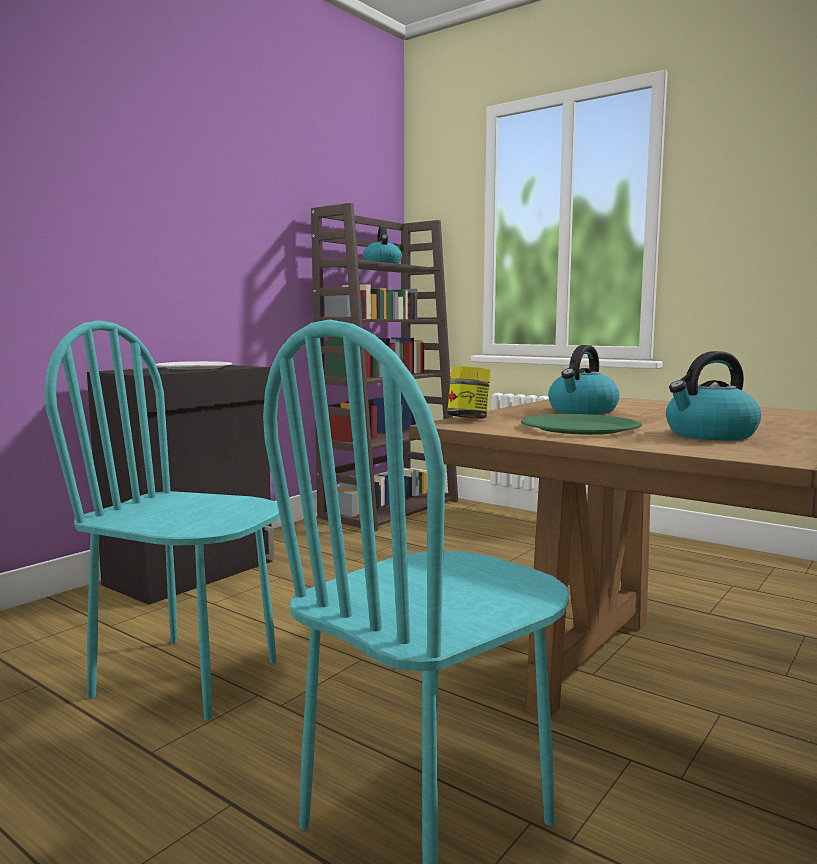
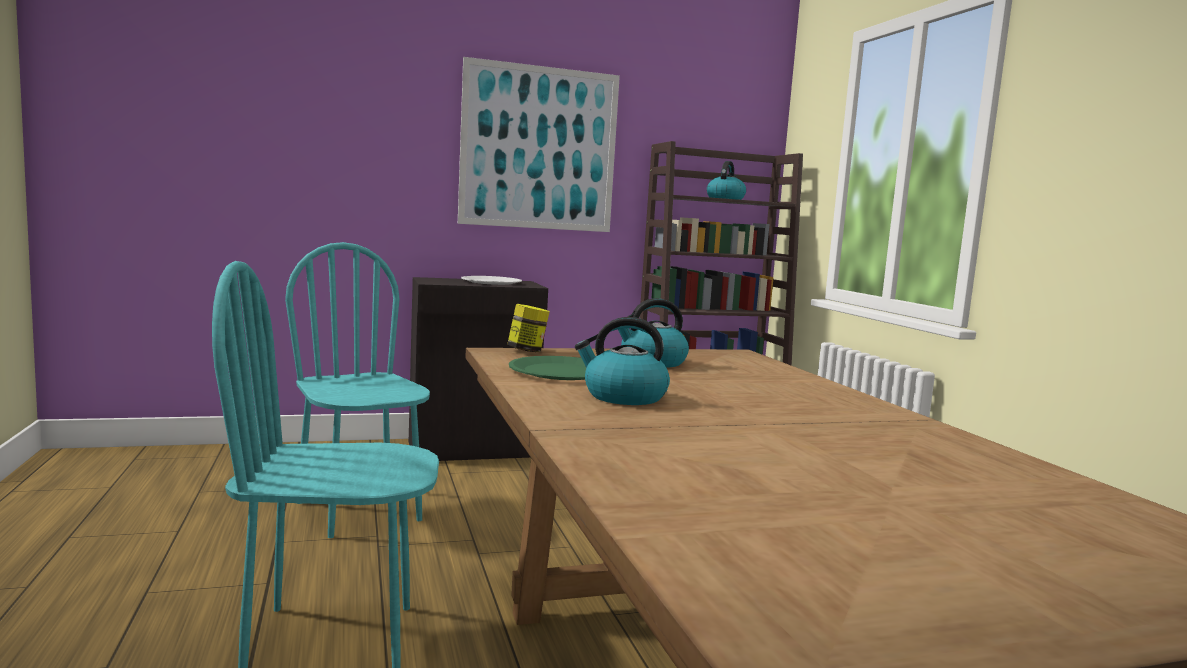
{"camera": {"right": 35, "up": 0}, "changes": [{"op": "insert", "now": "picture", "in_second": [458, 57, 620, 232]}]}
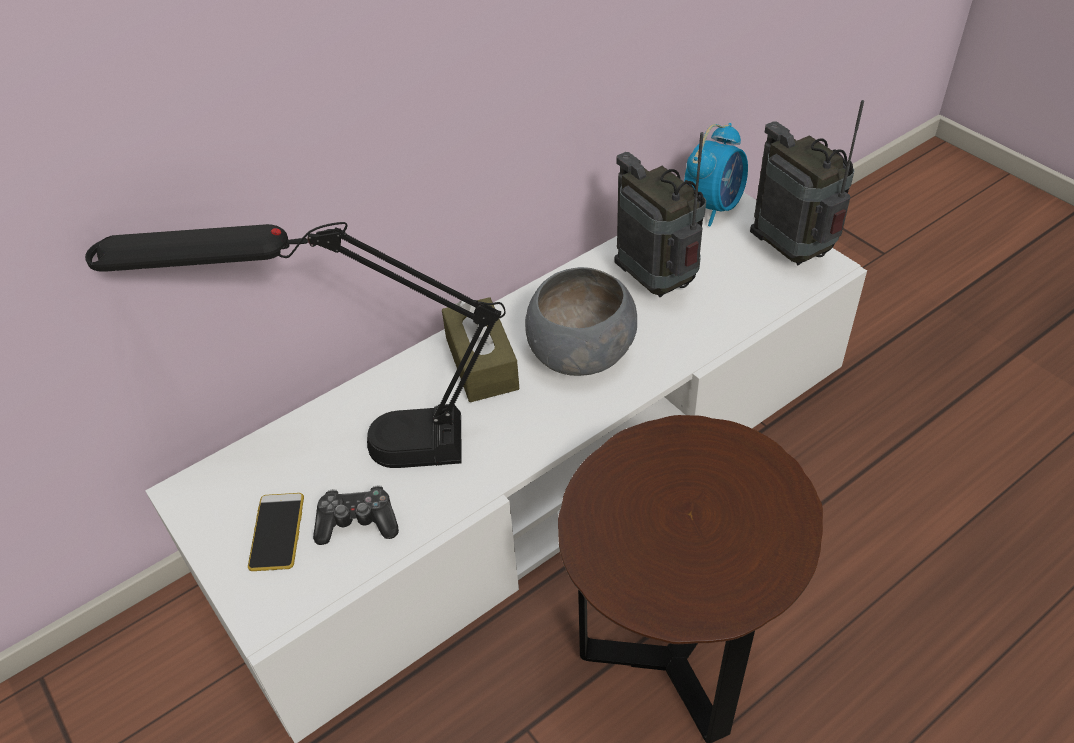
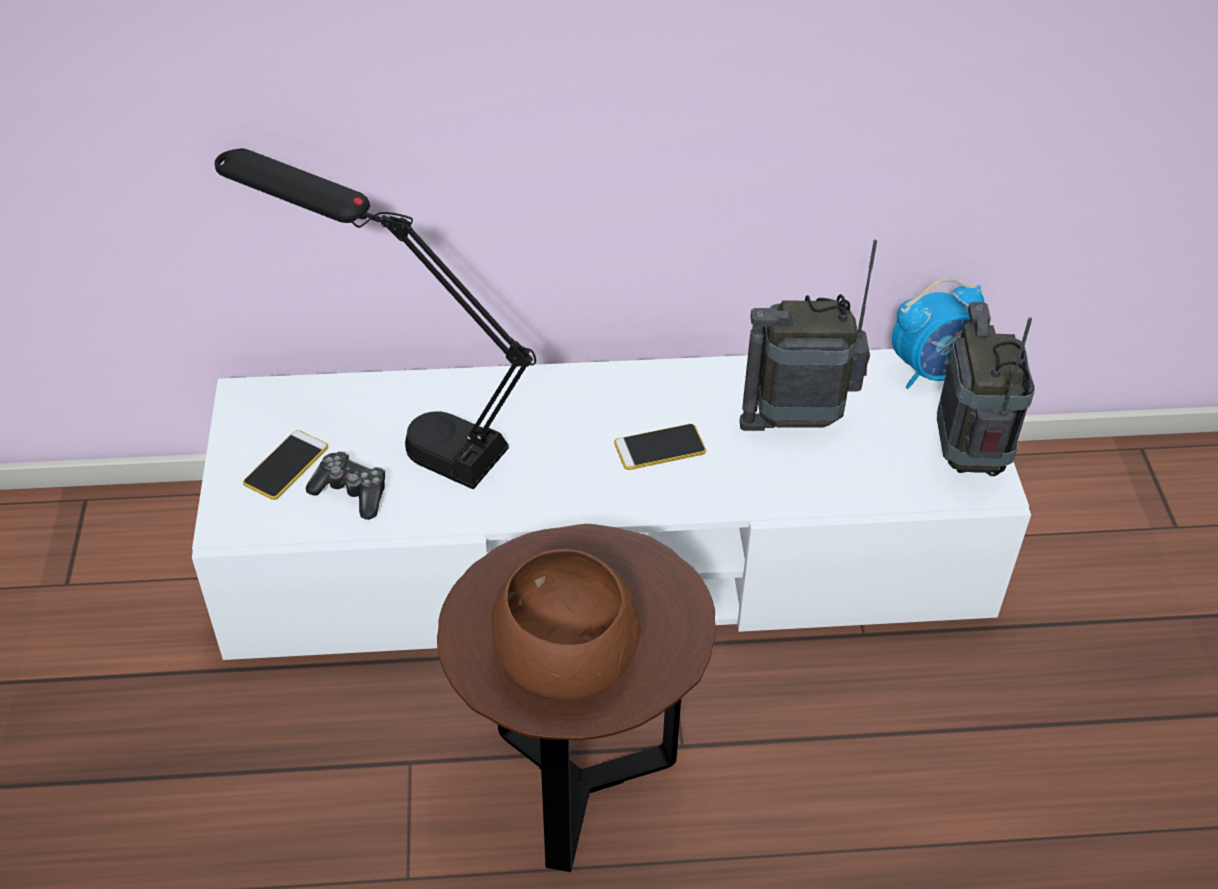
{"camera": {"right": 30, "up": 0}, "changes": [{"op": "delete", "was": "brownish tissue box", "in_first": [442, 297, 519, 402]}, {"op": "replace", "was": "greyish serving bowl", "now": "phone", "in_first": [525, 267, 637, 376], "in_second": [614, 424, 706, 470]}, {"op": "rotate", "was": "radio set", "in_first": [615, 132, 706, 297], "in_second": [740, 240, 877, 431], "clockwise": -90}, {"op": "insert", "now": "brownish serving bowl", "in_second": [492, 549, 641, 699]}]}
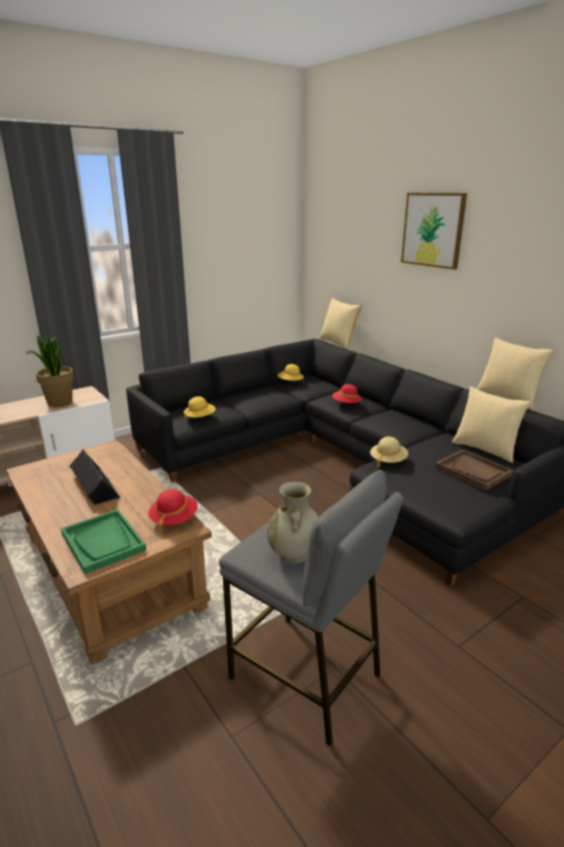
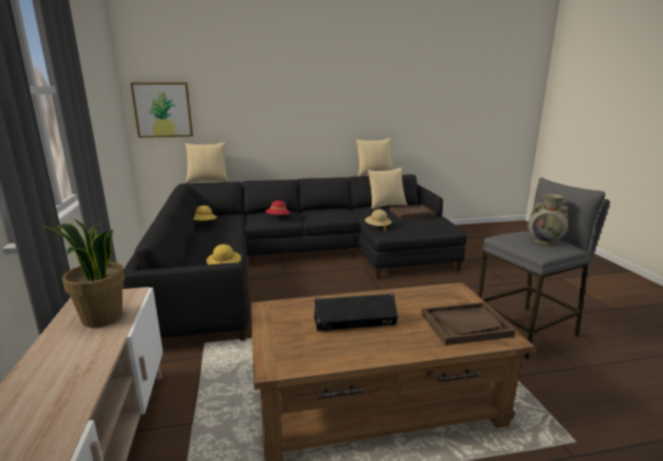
{"camera": {"right": -65, "up": -5}, "changes": [{"op": "recolor", "was": "green-coloured serving tray", "now": "brownish serving tray", "in_first": [61, 509, 146, 574], "in_second": [421, 302, 516, 345]}, {"op": "delete", "was": "red clothing hat", "in_first": [148, 489, 198, 533]}, {"op": "move", "was": "picture", "in_first": [401, 193, 467, 270], "in_second": [130, 83, 193, 138]}]}
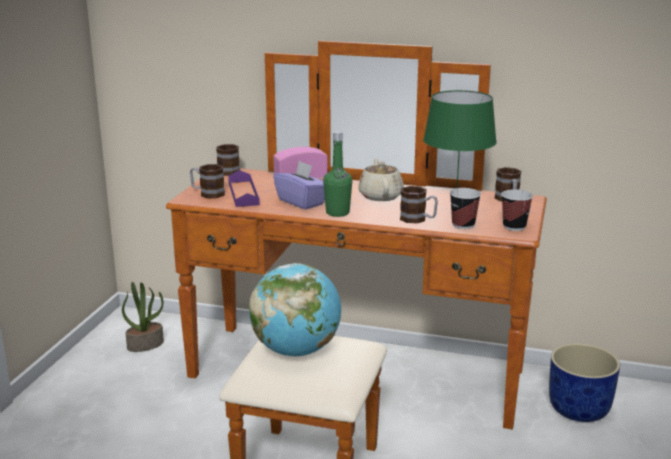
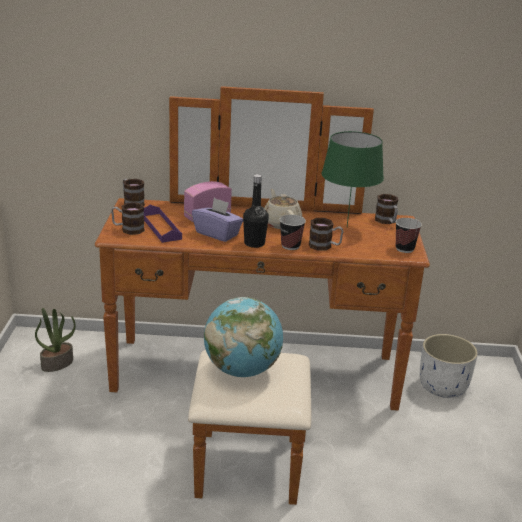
{"camera": {"right": -15, "up": 5}, "changes": [{"op": "recolor", "was": "green-coloured bottle", "now": "black bottle", "in_first": [323, 131, 352, 217], "in_second": [243, 174, 269, 248]}, {"op": "move", "was": "small cup", "in_first": [450, 188, 481, 229], "in_second": [279, 215, 306, 250]}, {"op": "recolor", "was": "blue flower pot", "now": "white-coloured flower pot", "in_first": [549, 343, 620, 422], "in_second": [420, 334, 478, 398]}]}
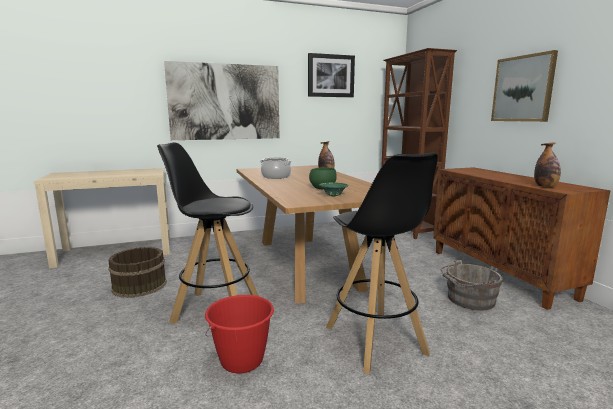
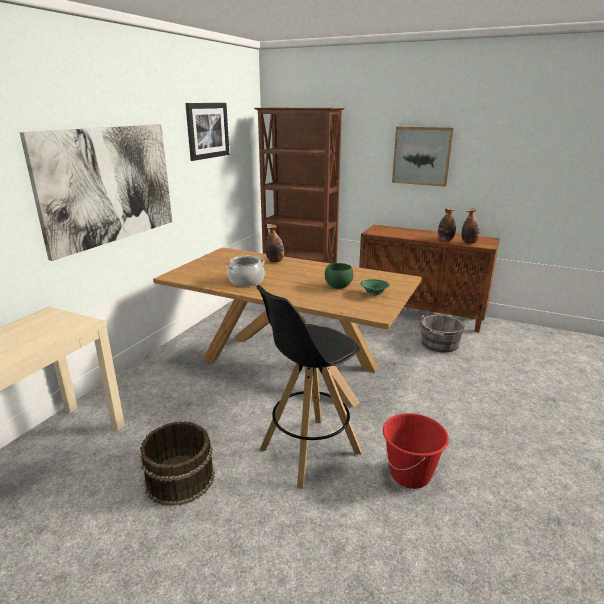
{"camera": {"right": -45, "up": 10}, "changes": [{"op": "delete", "was": "black stool", "in_first": [326, 152, 438, 374]}, {"op": "insert", "now": "bottle", "in_second": [438, 207, 456, 241]}]}
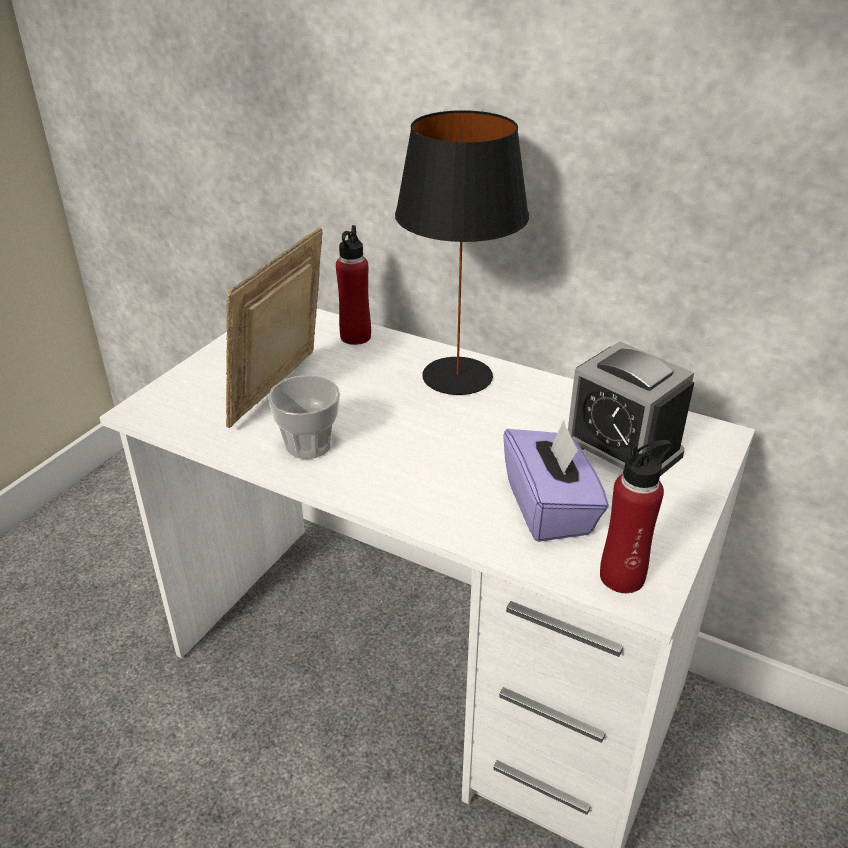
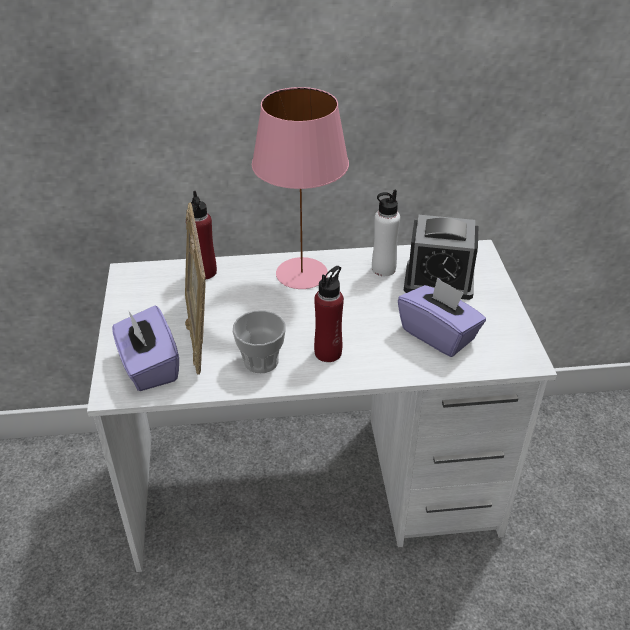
{"camera": {"right": -35, "up": 5}, "changes": [{"op": "recolor", "was": "black tabletop lamp", "now": "pinkish tabletop lamp", "in_first": [395, 110, 529, 395], "in_second": [252, 87, 349, 289]}, {"op": "move", "was": "red bottle", "in_first": [600, 440, 672, 593], "in_second": [314, 266, 344, 362]}, {"op": "insert", "now": "purplish tissue box", "in_second": [112, 306, 179, 391]}, {"op": "insert", "now": "white-coloured bottle", "in_second": [372, 189, 400, 276]}]}
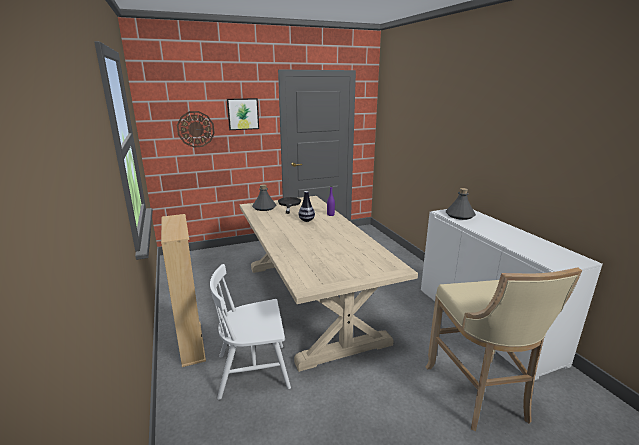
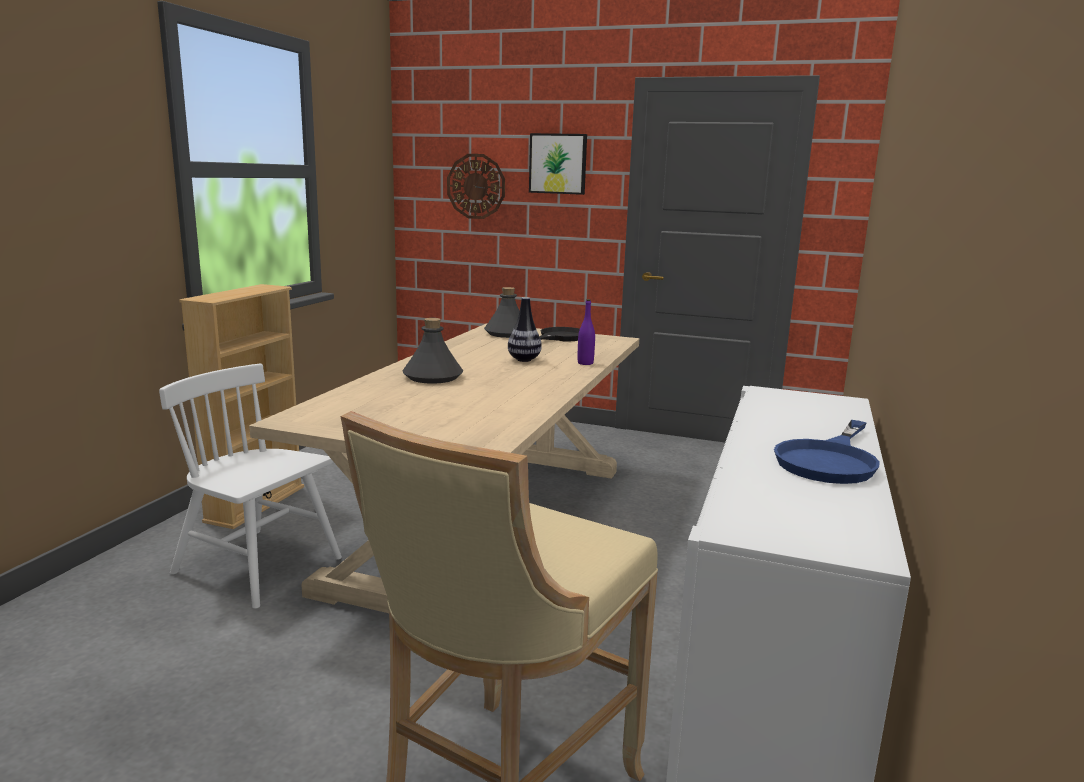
{"camera": {"right": 40, "up": -5}, "changes": [{"op": "move", "was": "greyish bottle", "in_first": [446, 188, 476, 220], "in_second": [402, 318, 463, 384]}, {"op": "insert", "now": "blue skillet", "in_second": [774, 420, 880, 484]}]}
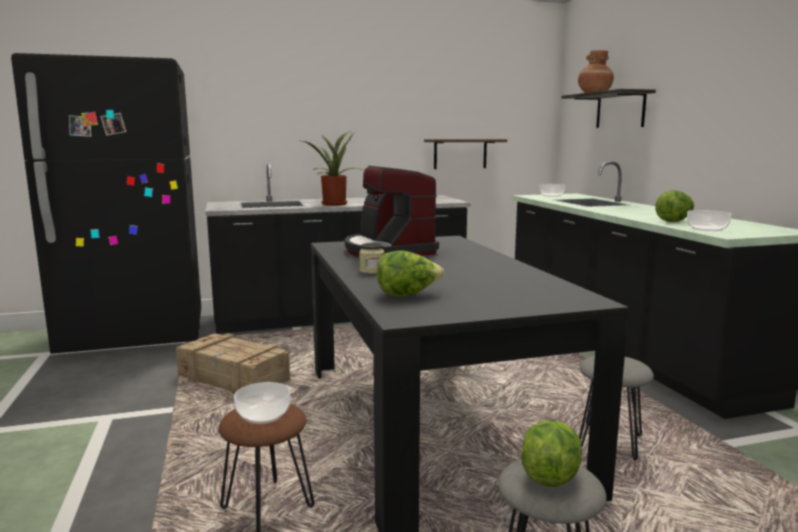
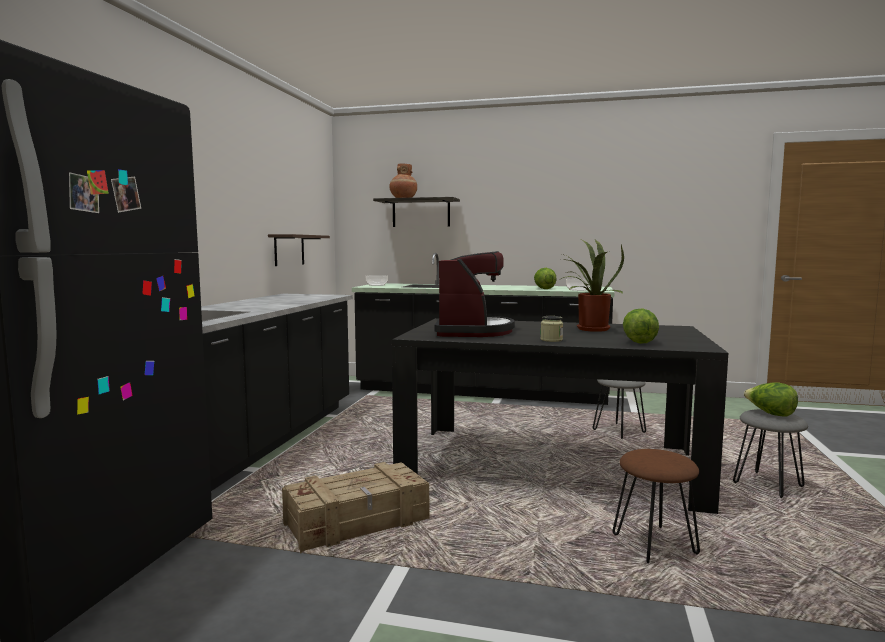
{"camera": {"right": -60, "up": -5}, "changes": [{"op": "delete", "was": "serving bowl", "in_first": [234, 382, 291, 424]}, {"op": "move", "was": "houseplant", "in_first": [302, 131, 364, 206], "in_second": [557, 240, 624, 332]}, {"op": "rotate", "was": "coffee maker", "in_first": [345, 166, 439, 257], "in_second": [434, 251, 515, 337], "clockwise": -90}]}
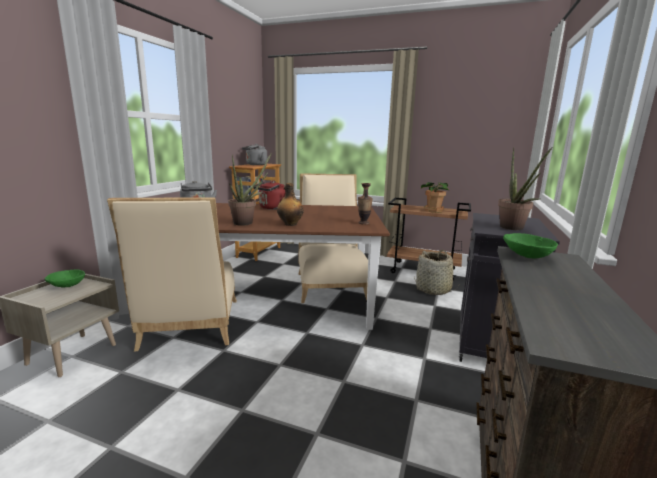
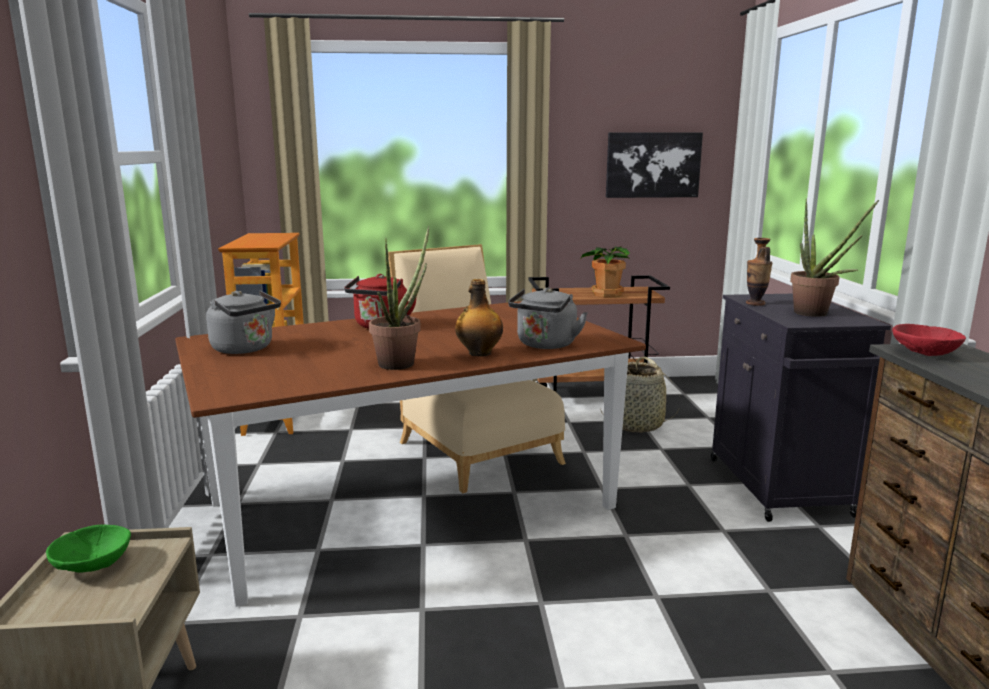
{"camera": {"right": -25, "up": 0}, "changes": [{"op": "delete", "was": "beige-coloured plain chair", "in_first": [107, 197, 237, 352]}, {"op": "move", "was": "greyish kettle", "in_first": [242, 144, 267, 165], "in_second": [508, 287, 588, 349]}, {"op": "move", "was": "vase", "in_first": [358, 183, 373, 225], "in_second": [746, 238, 772, 306]}, {"op": "recolor", "was": "green-coloured serving bowl", "now": "red serving bowl", "in_first": [503, 233, 558, 258], "in_second": [892, 324, 966, 356]}, {"op": "insert", "now": "picture", "in_second": [606, 132, 703, 198]}]}
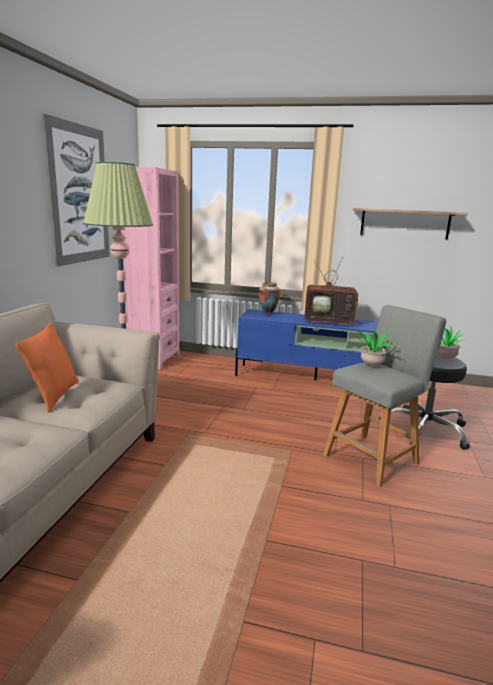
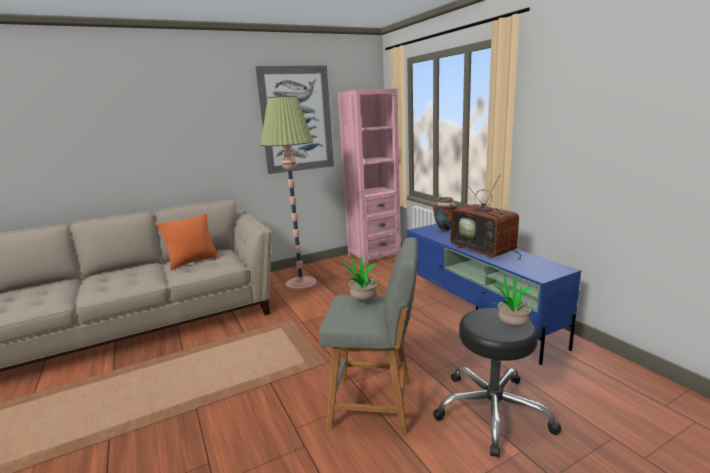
{"camera": {"right": 50, "up": 0}, "changes": [{"op": "delete", "was": "shelf", "in_first": [353, 208, 468, 239]}]}
